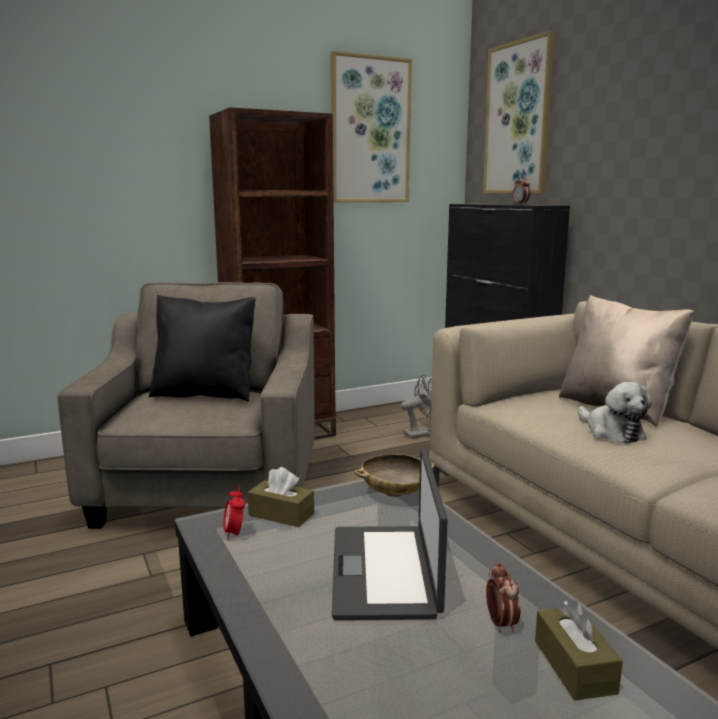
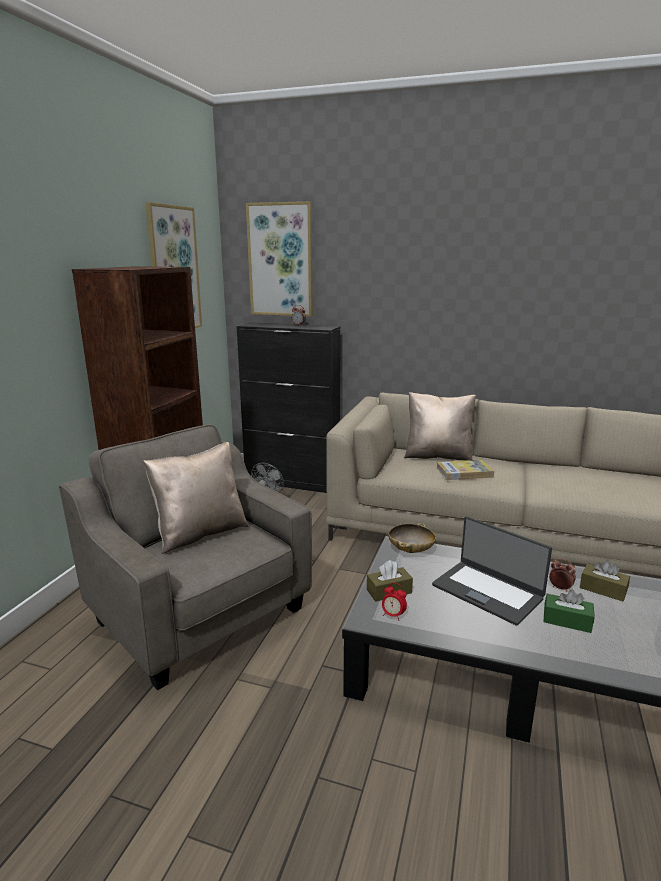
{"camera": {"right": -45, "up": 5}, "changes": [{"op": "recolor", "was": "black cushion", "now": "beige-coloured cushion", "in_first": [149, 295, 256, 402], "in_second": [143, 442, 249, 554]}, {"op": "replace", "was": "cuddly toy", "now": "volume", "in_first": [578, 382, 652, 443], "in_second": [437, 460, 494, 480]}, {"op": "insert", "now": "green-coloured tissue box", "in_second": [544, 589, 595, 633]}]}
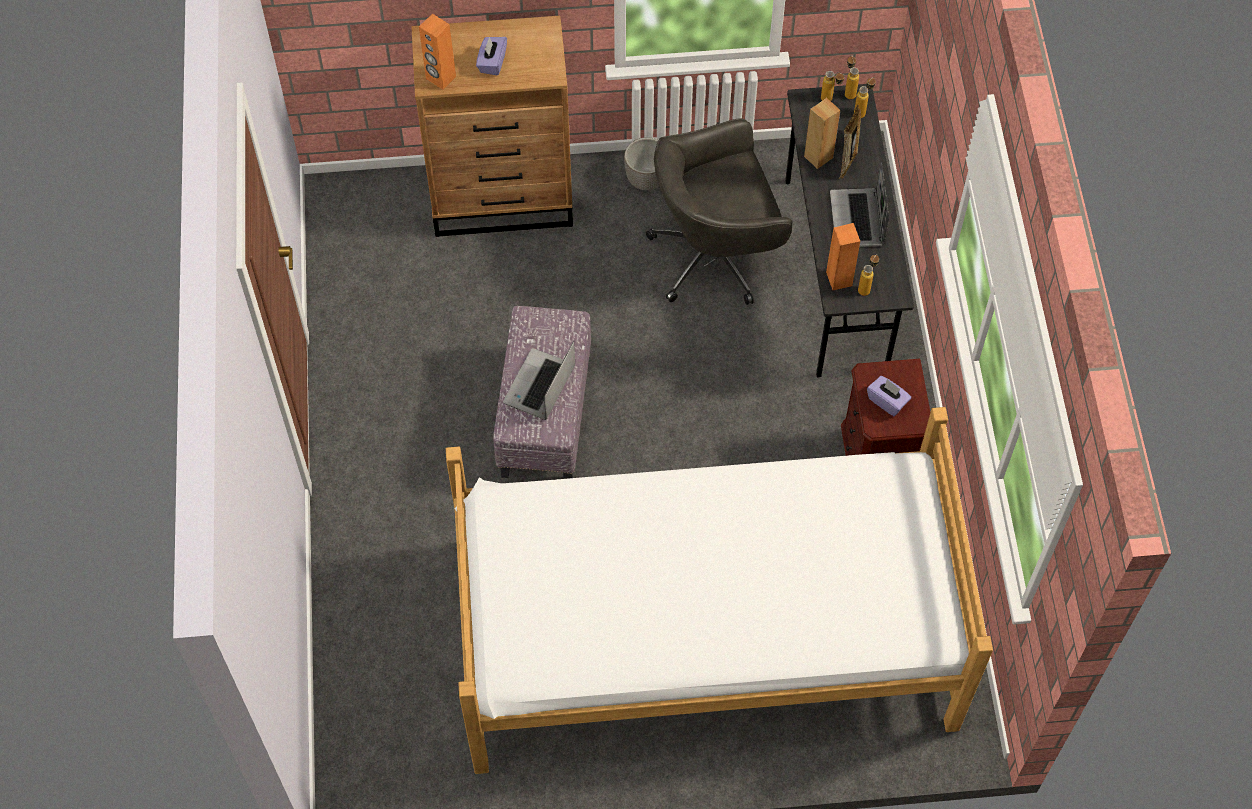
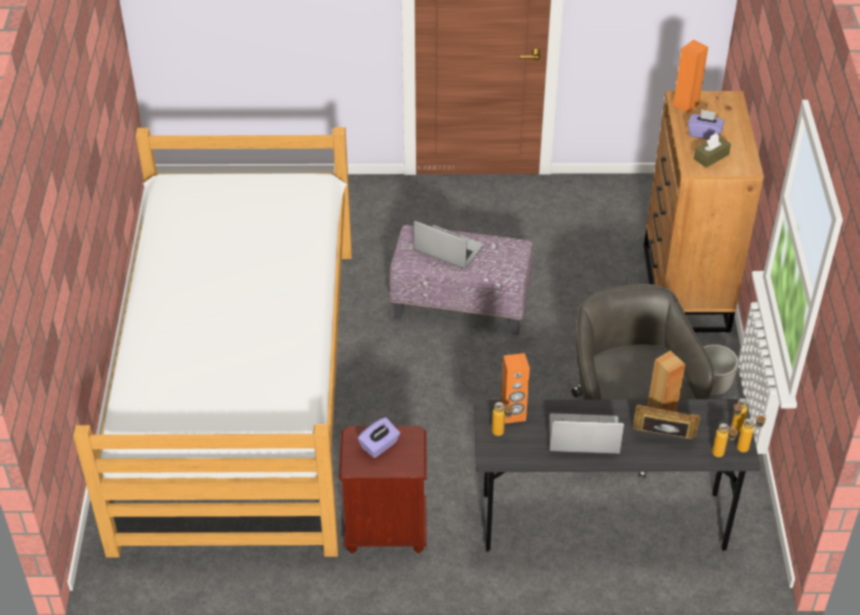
{"camera": {"right": 95, "up": -15}, "changes": [{"op": "insert", "now": "brownish tissue box", "in_second": [694, 134, 731, 168]}]}
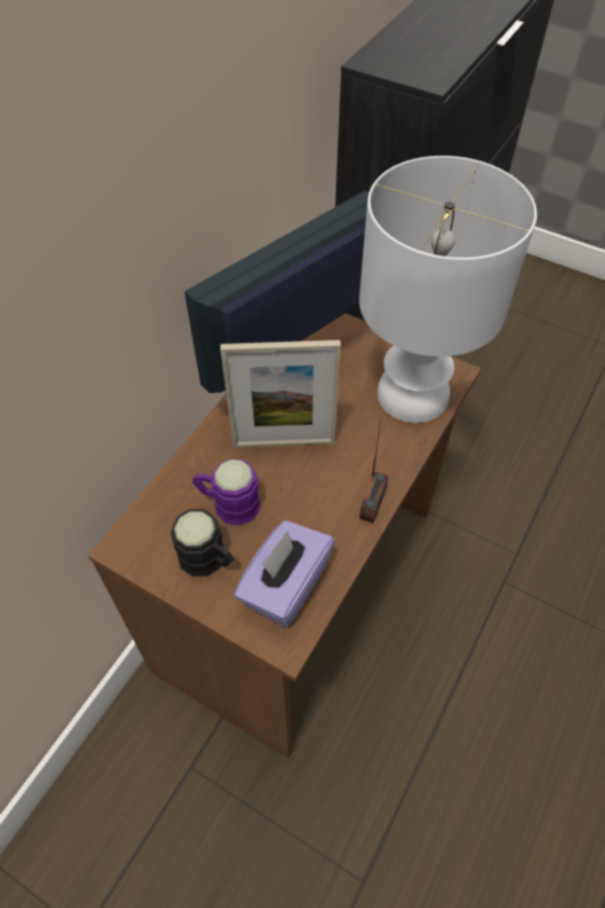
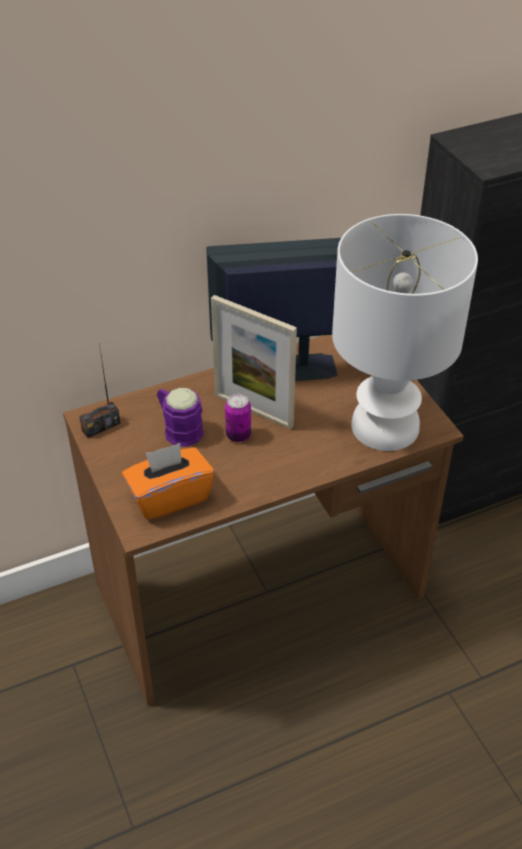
{"camera": {"right": 35, "up": -10}, "changes": [{"op": "delete", "was": "black tea mug", "in_first": [171, 509, 234, 576]}, {"op": "recolor", "was": "purplish tissue box", "now": "orangey tissue box", "in_first": [234, 520, 335, 628], "in_second": [122, 443, 215, 520]}, {"op": "move", "was": "radio set", "in_first": [359, 420, 388, 523], "in_second": [79, 343, 120, 438]}, {"op": "insert", "now": "metal can", "in_second": [225, 394, 251, 442]}]}
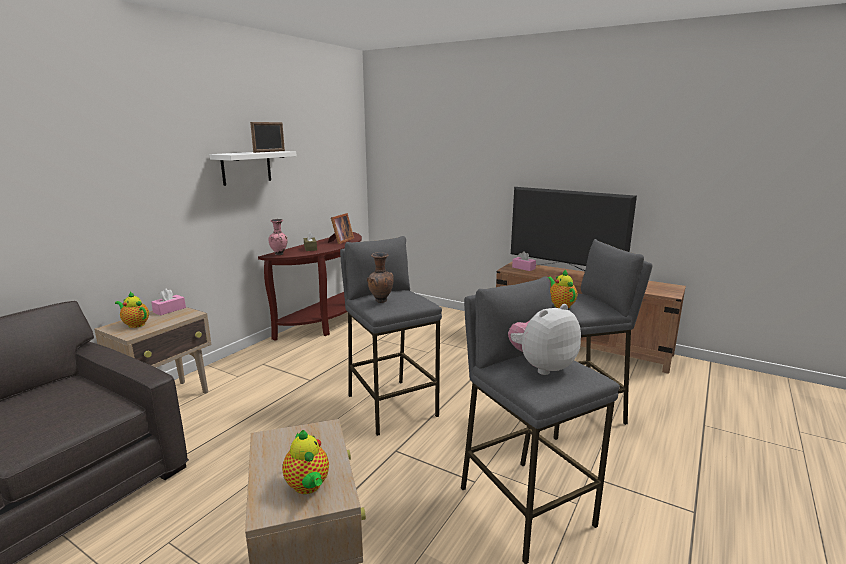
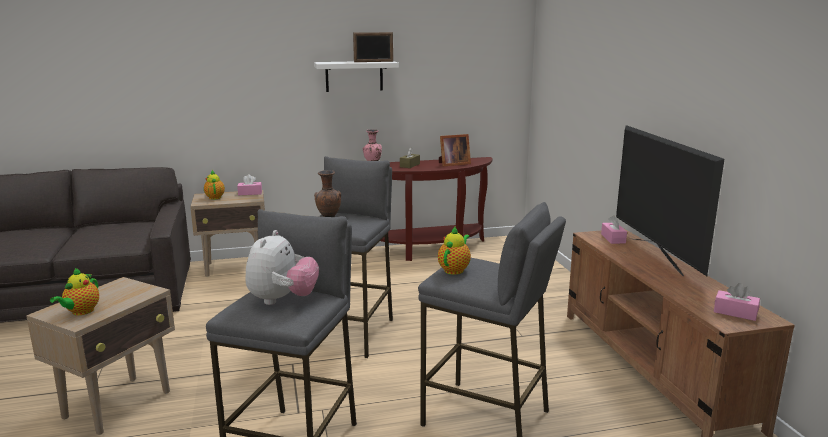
{"camera": {"right": 45, "up": 0}, "changes": [{"op": "rotate", "was": "cuddly toy", "in_first": [508, 304, 581, 375], "in_second": [245, 230, 319, 305], "clockwise": 90}, {"op": "insert", "now": "pinkish tissue box", "in_second": [714, 283, 760, 321]}]}
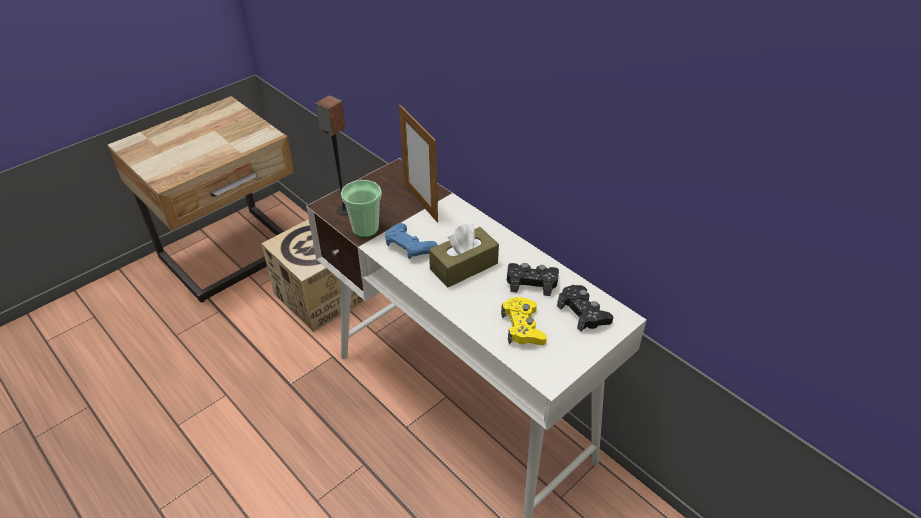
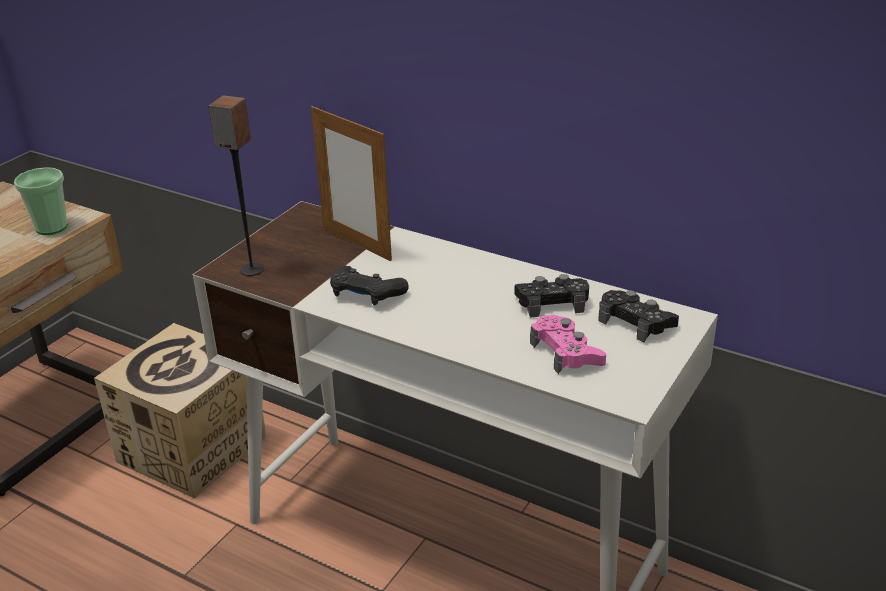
{"camera": {"right": -15, "up": -10}, "changes": [{"op": "move", "was": "small cup", "in_first": [341, 180, 382, 238], "in_second": [14, 167, 68, 235]}, {"op": "recolor", "was": "blue joypad", "now": "black joypad", "in_first": [385, 223, 438, 259], "in_second": [330, 266, 408, 306]}, {"op": "delete", "was": "brownish tissue box", "in_first": [429, 224, 499, 288]}, {"op": "recolor", "was": "yellow joypad", "now": "pinkish joypad", "in_first": [501, 297, 547, 345], "in_second": [530, 315, 606, 374]}]}
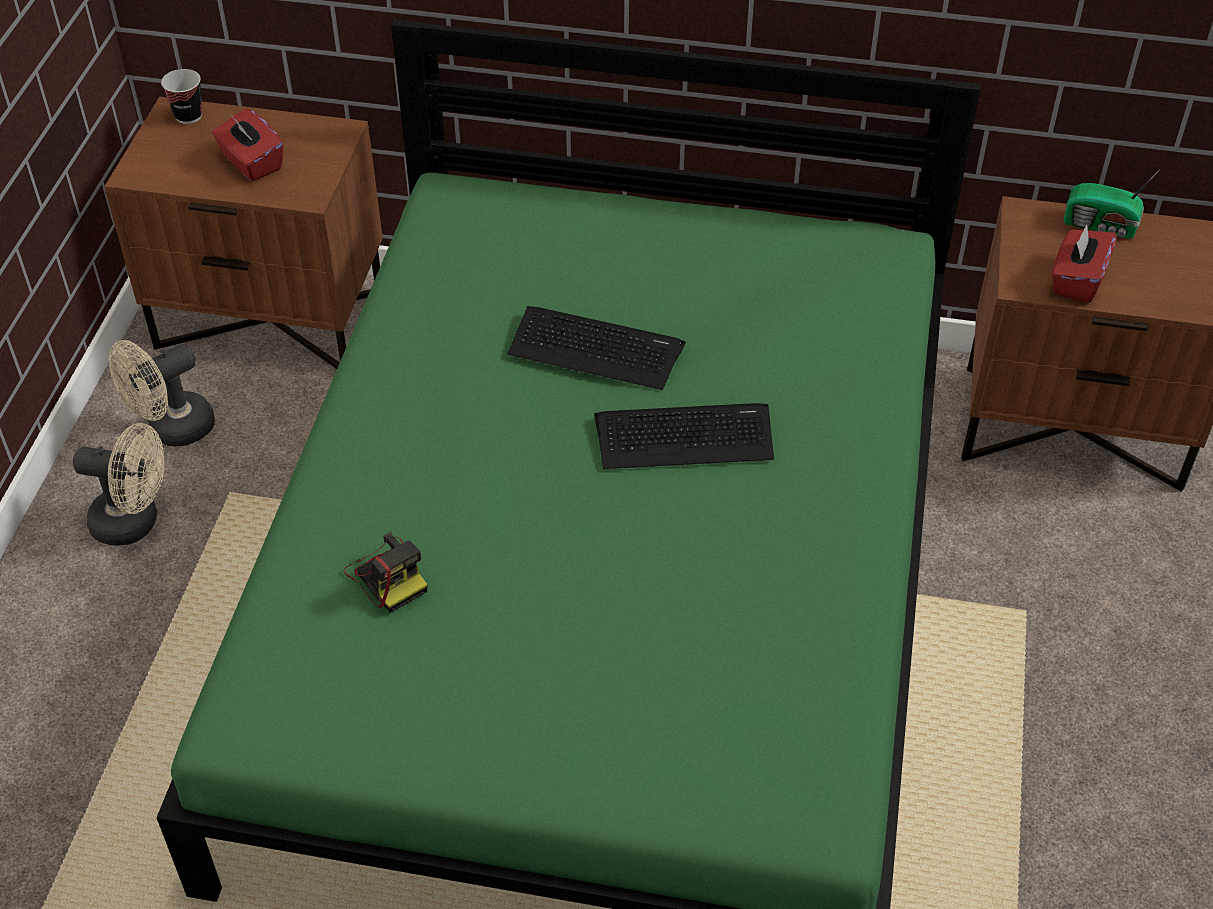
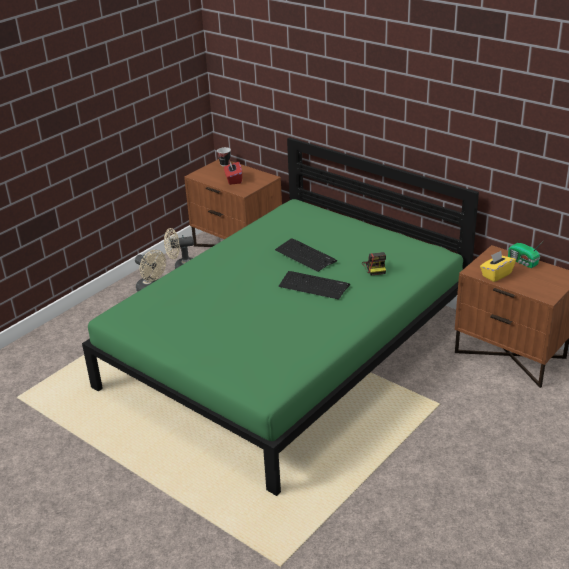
{"camera": {"right": 30, "up": -15}, "changes": [{"op": "move", "was": "still camera", "in_first": [344, 532, 427, 613], "in_second": [362, 252, 386, 275]}, {"op": "recolor", "was": "red tissue box", "now": "yellow tissue box", "in_first": [1052, 224, 1117, 303], "in_second": [480, 251, 516, 282]}]}
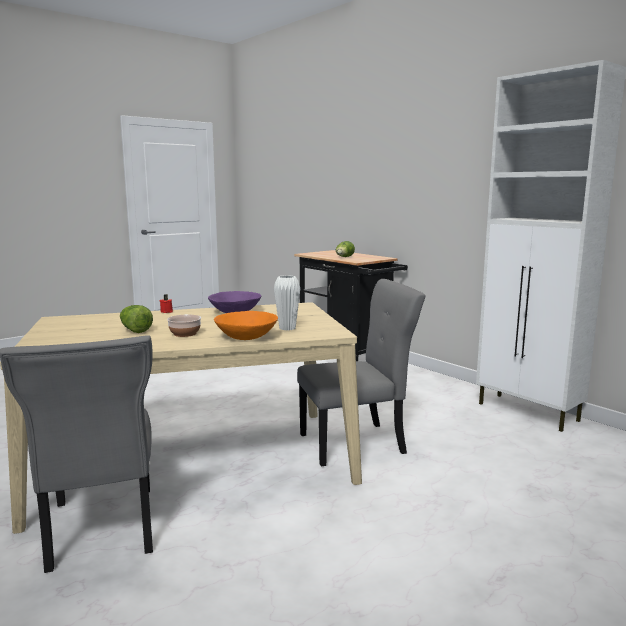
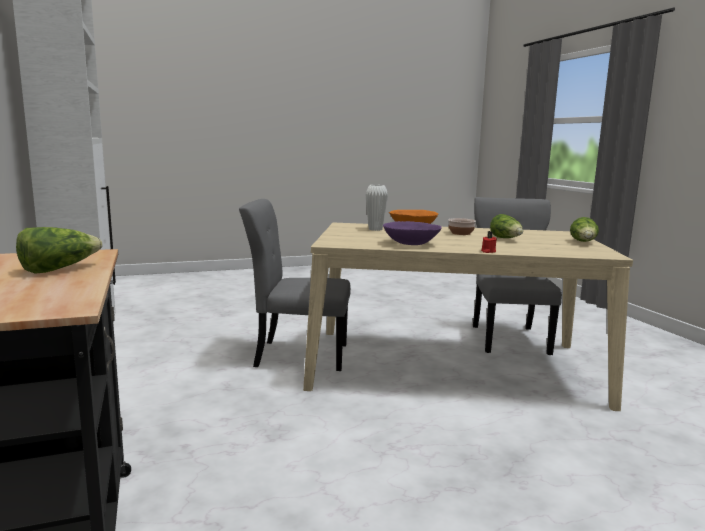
{"camera": {"right": -160, "up": 0}, "changes": [{"op": "insert", "now": "head of lettuce", "in_second": [570, 217, 599, 242]}]}
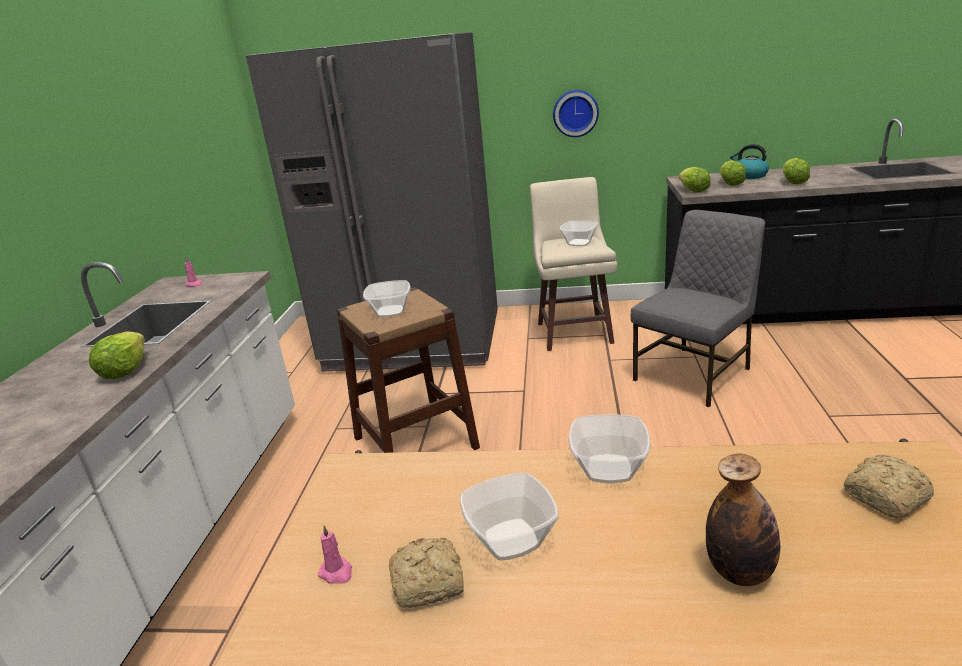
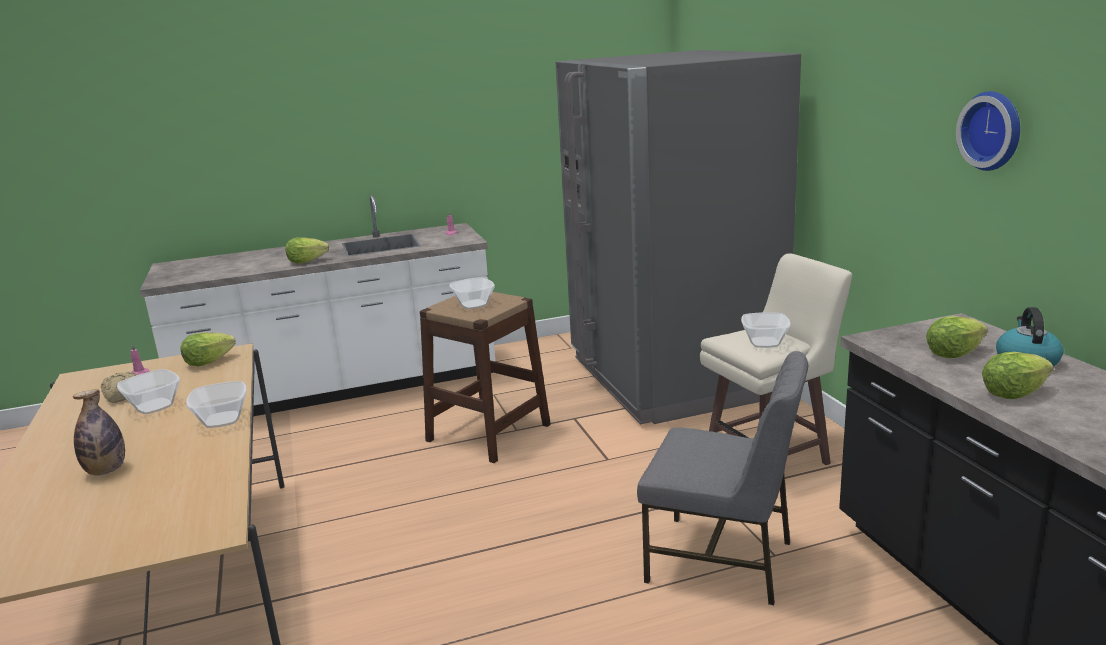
{"camera": {"right": 65, "up": -5}, "changes": [{"op": "move", "was": "wall clock", "in_first": [553, 90, 599, 137], "in_second": [956, 91, 1020, 171]}, {"op": "move", "was": "head of lettuce", "in_first": [679, 167, 711, 193], "in_second": [181, 333, 236, 366]}, {"op": "delete", "was": "bread", "in_first": [844, 454, 934, 519]}]}
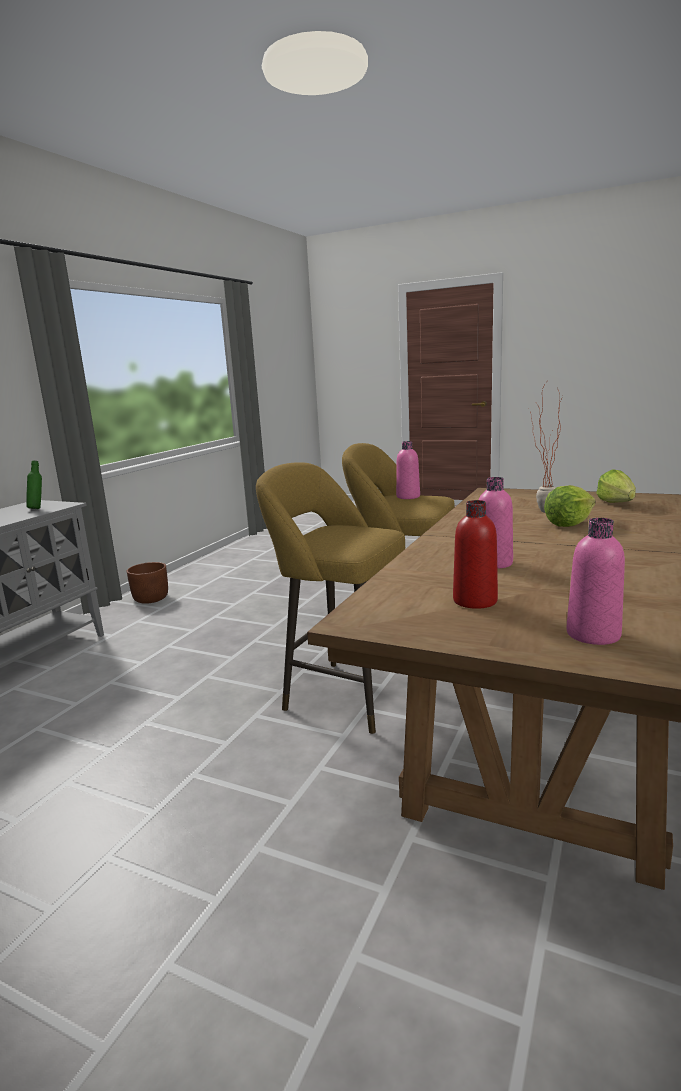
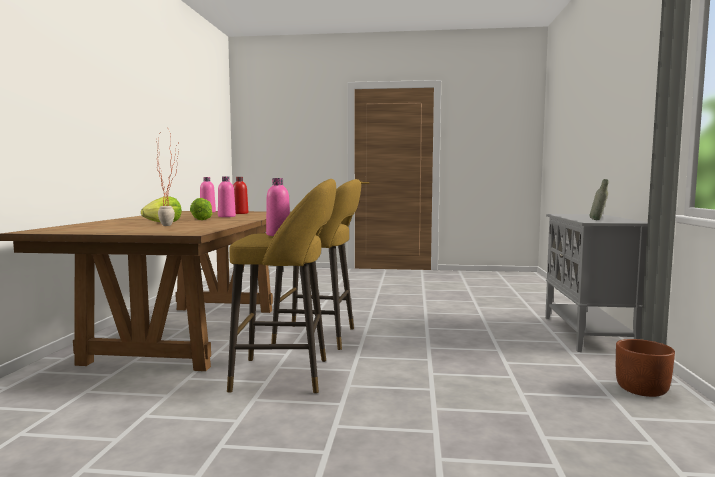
{"camera": {"right": 160, "up": -10}, "changes": [{"op": "recolor", "was": "green-coloured bottle", "now": "greyish bottle", "in_first": [26, 460, 42, 509], "in_second": [590, 179, 609, 220]}, {"op": "move", "was": "head of lettuce", "in_first": [596, 469, 636, 503], "in_second": [190, 198, 213, 220]}]}
